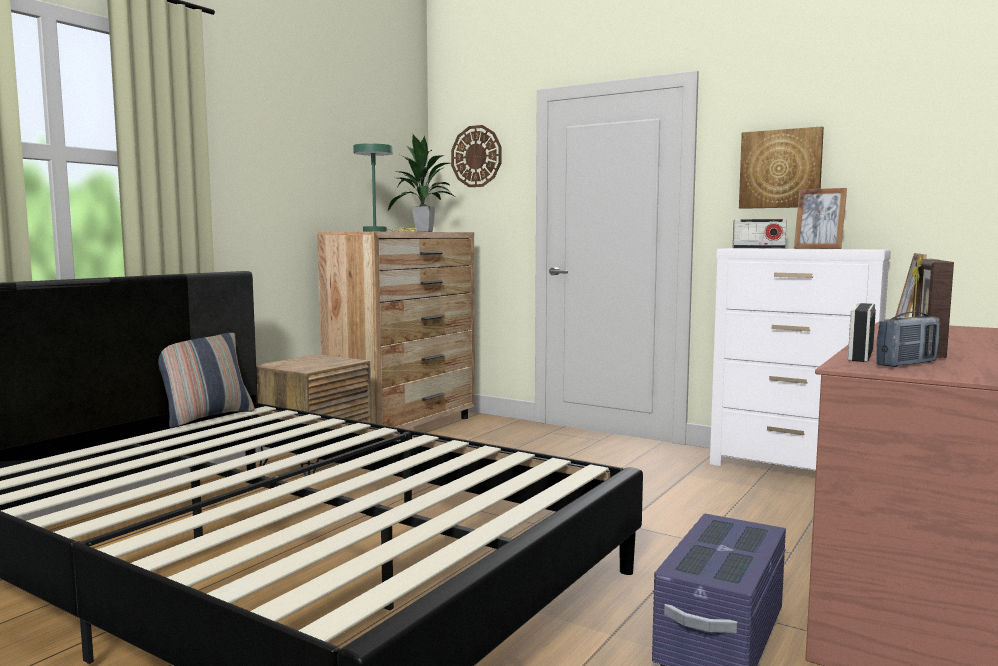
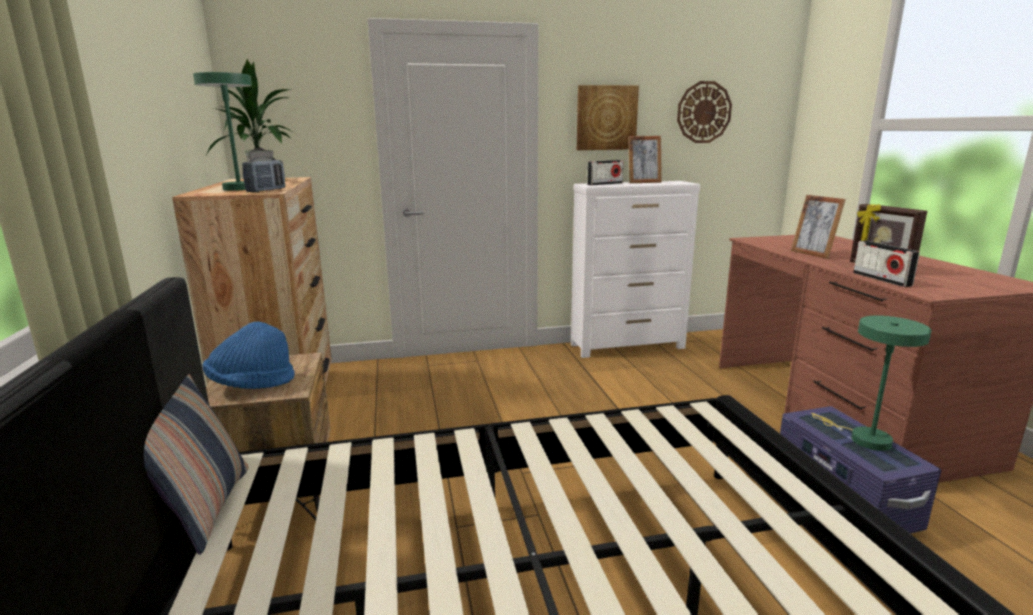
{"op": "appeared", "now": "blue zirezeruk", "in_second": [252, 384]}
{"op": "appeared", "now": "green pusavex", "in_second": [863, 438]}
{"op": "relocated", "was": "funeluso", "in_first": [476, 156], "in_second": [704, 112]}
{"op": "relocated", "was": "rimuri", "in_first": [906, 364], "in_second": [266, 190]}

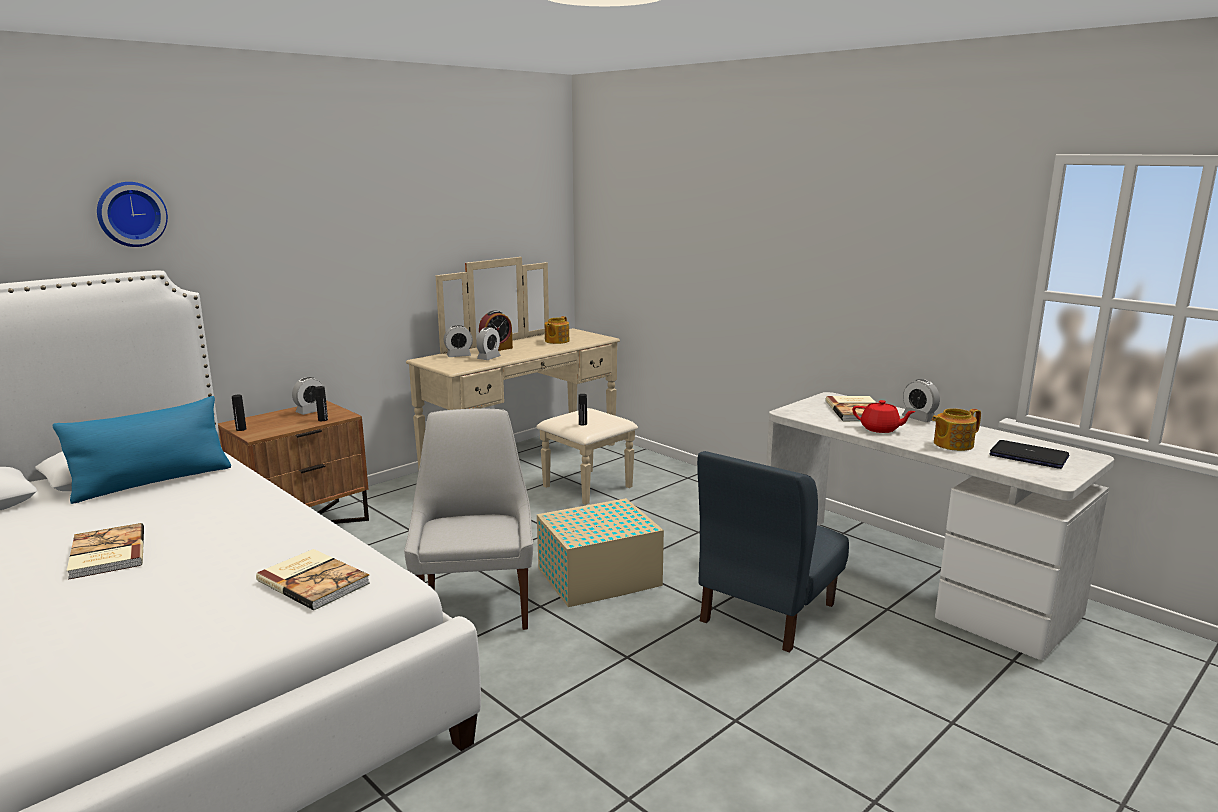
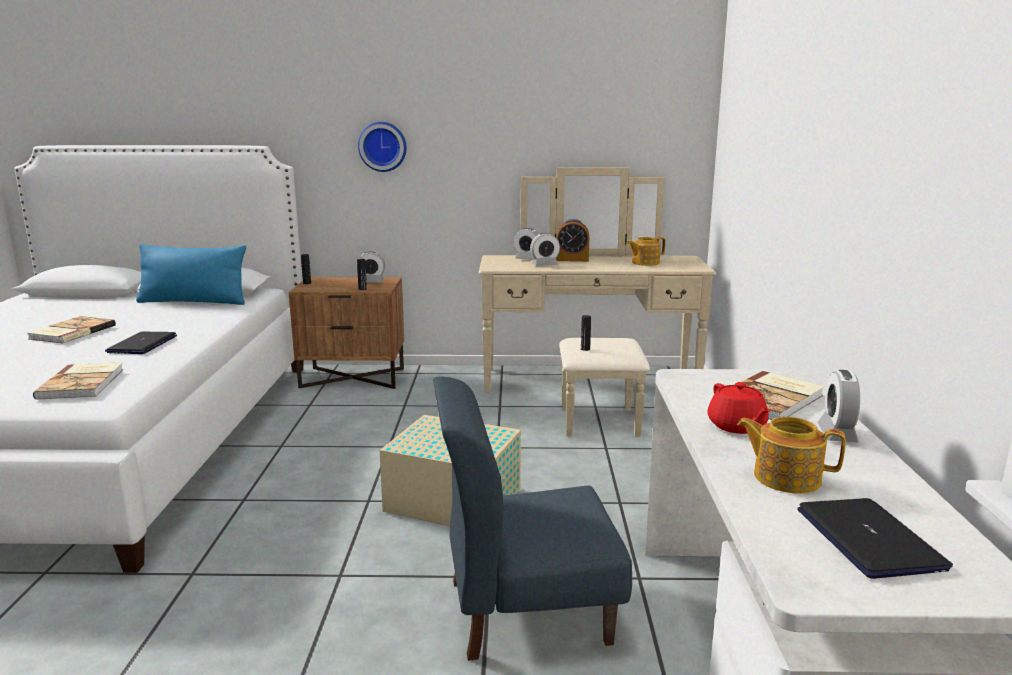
{"op": "missing", "was": "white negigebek", "in_first": [476, 606]}
{"op": "appeared", "now": "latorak", "in_second": [142, 344]}
{"op": "relocated", "was": "funeluso", "in_first": [131, 214], "in_second": [383, 146]}

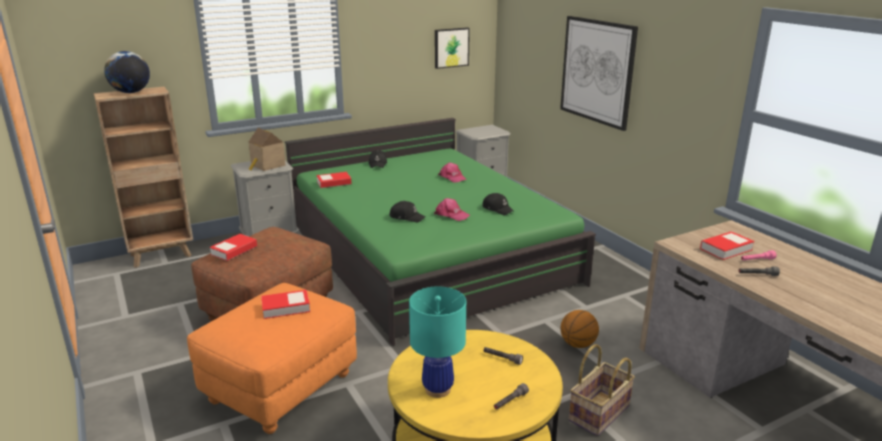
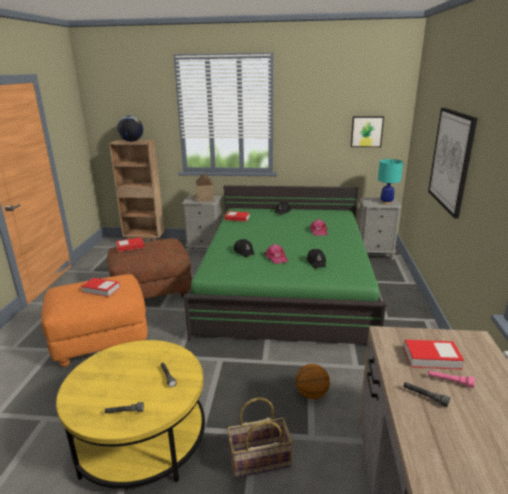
{"op": "relocated", "was": "turquoise pusavex", "in_first": [437, 389], "in_second": [386, 202]}

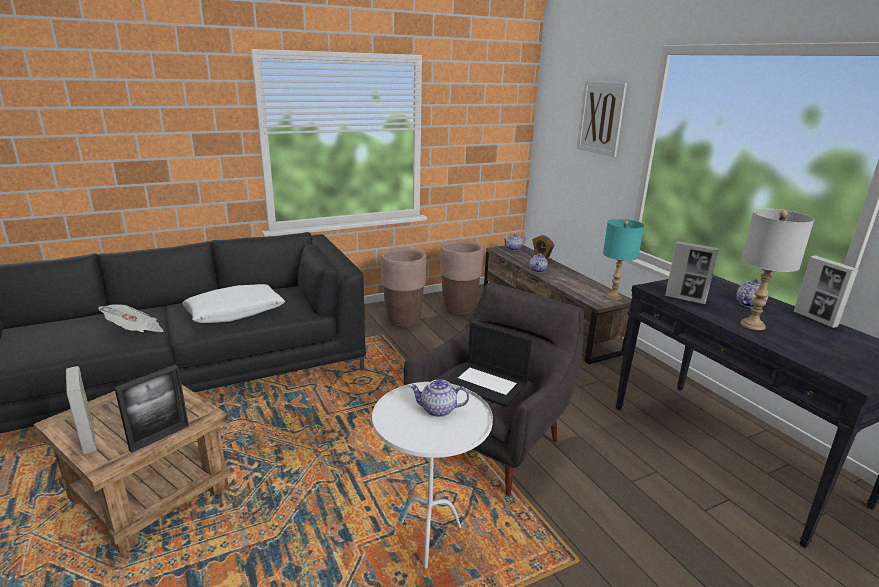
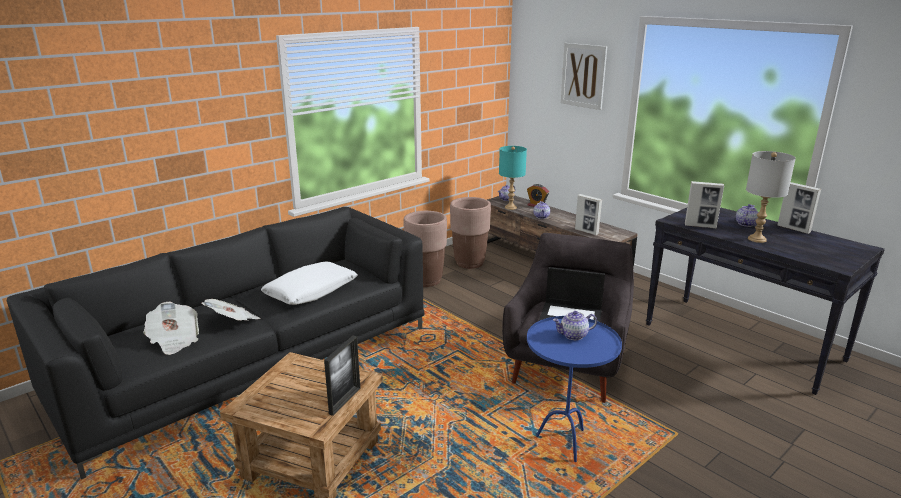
{"op": "appeared", "now": "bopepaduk", "in_second": [174, 340]}
{"op": "relocated", "was": "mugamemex", "in_first": [89, 439], "in_second": [586, 232]}
{"op": "relocated", "was": "turquoise pusavex", "in_first": [613, 297], "in_second": [510, 207]}
{"op": "colour", "was": "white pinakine", "now": "blue pinakine", "in_first": [429, 539], "in_second": [564, 443]}

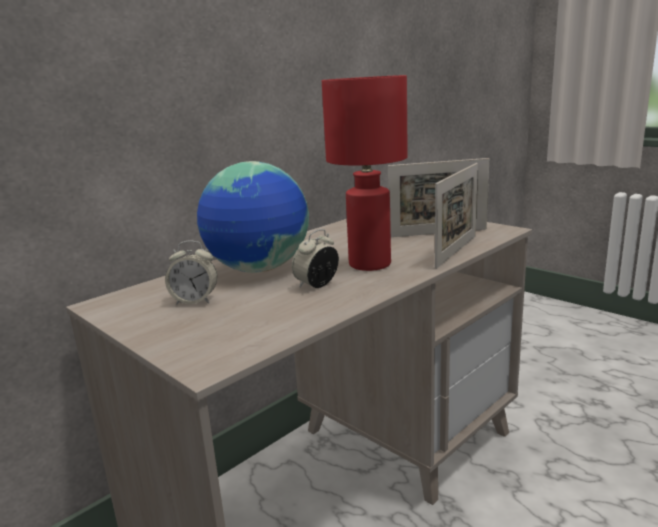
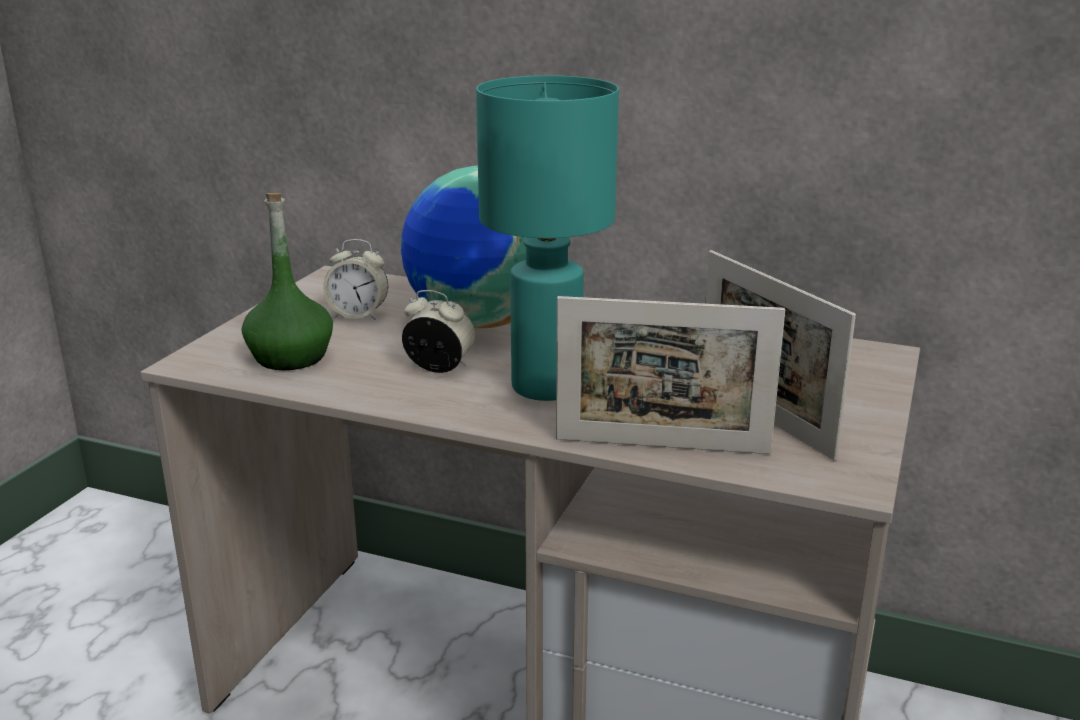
{"op": "appeared", "now": "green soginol", "in_second": [290, 357]}
{"op": "colour", "was": "red pusavex", "now": "turquoise pusavex", "in_first": [370, 264], "in_second": [545, 387]}
{"op": "spun", "was": "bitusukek", "in_first": [195, 301], "in_second": [358, 315], "clockwise": -60}

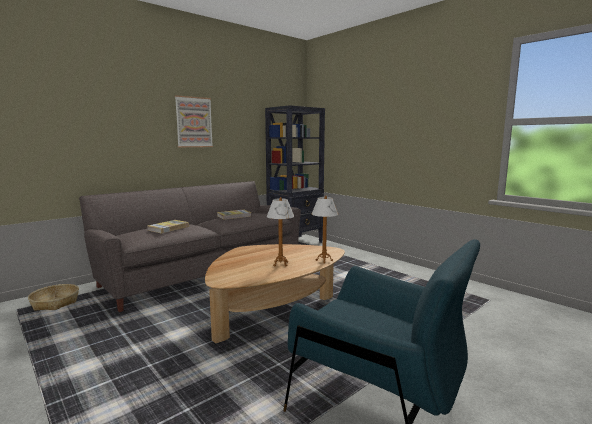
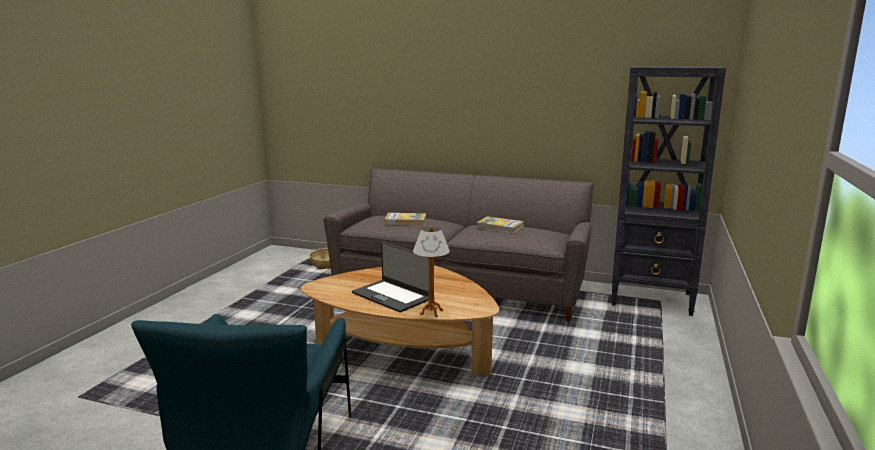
{"op": "missing", "was": "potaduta", "in_first": [194, 122]}
{"op": "exchanged", "was": "pusavex", "now": "latorak", "in_first": [280, 264], "in_second": [392, 296]}

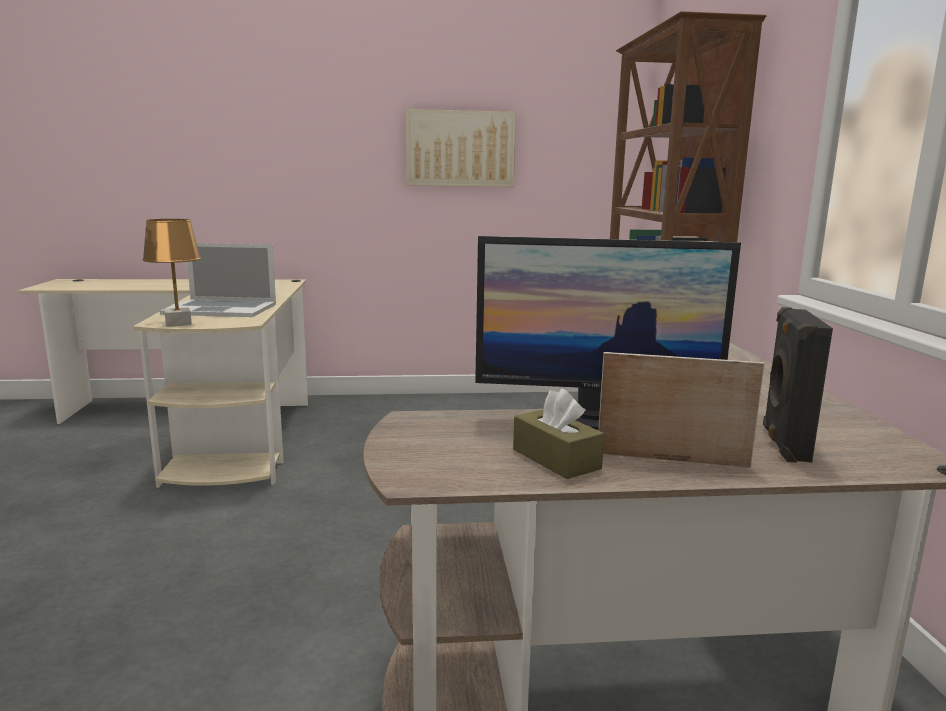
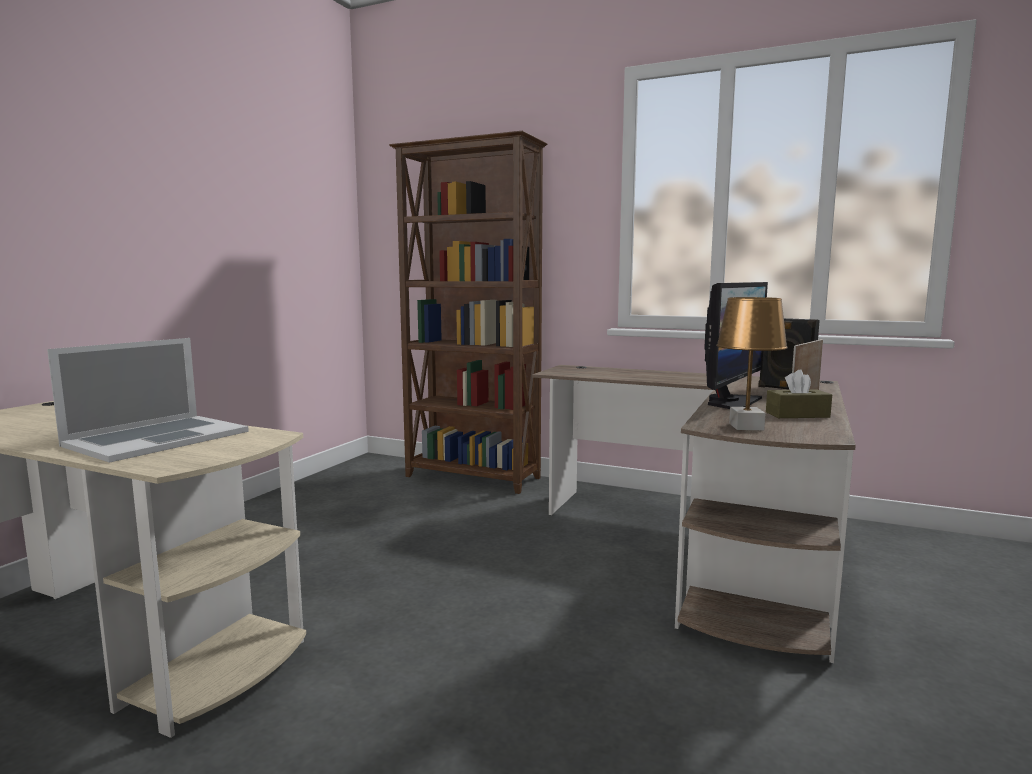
{"op": "missing", "was": "potaduta", "in_first": [460, 149]}
{"op": "relocated", "was": "brown pusavex", "in_first": [178, 323], "in_second": [747, 427]}

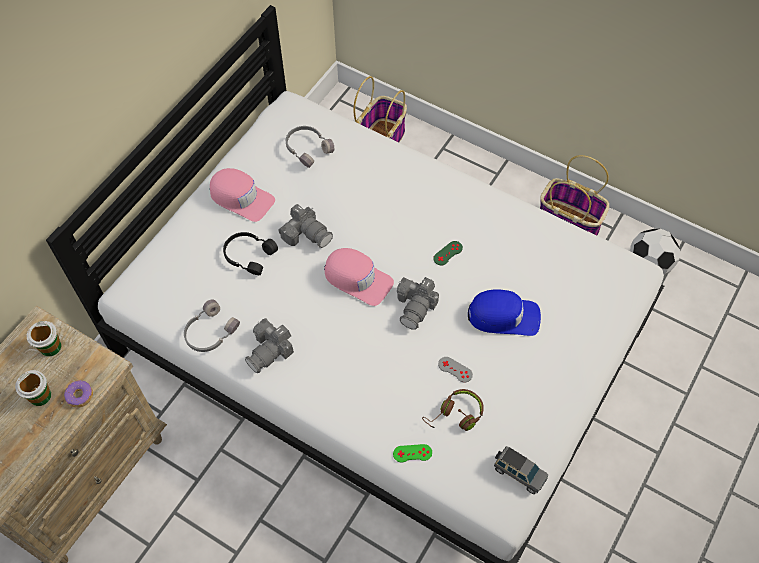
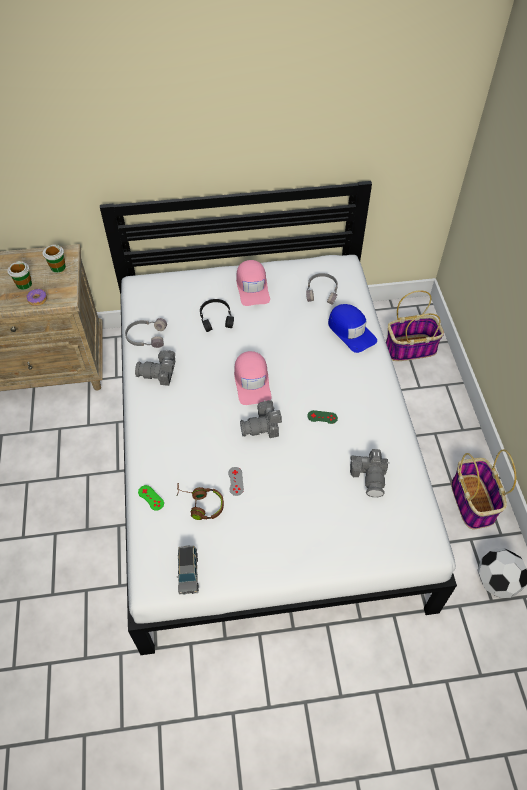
{"op": "relocated", "was": "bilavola", "in_first": [306, 234], "in_second": [370, 477]}
{"op": "relocated", "was": "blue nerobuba", "in_first": [504, 316], "in_second": [351, 331]}

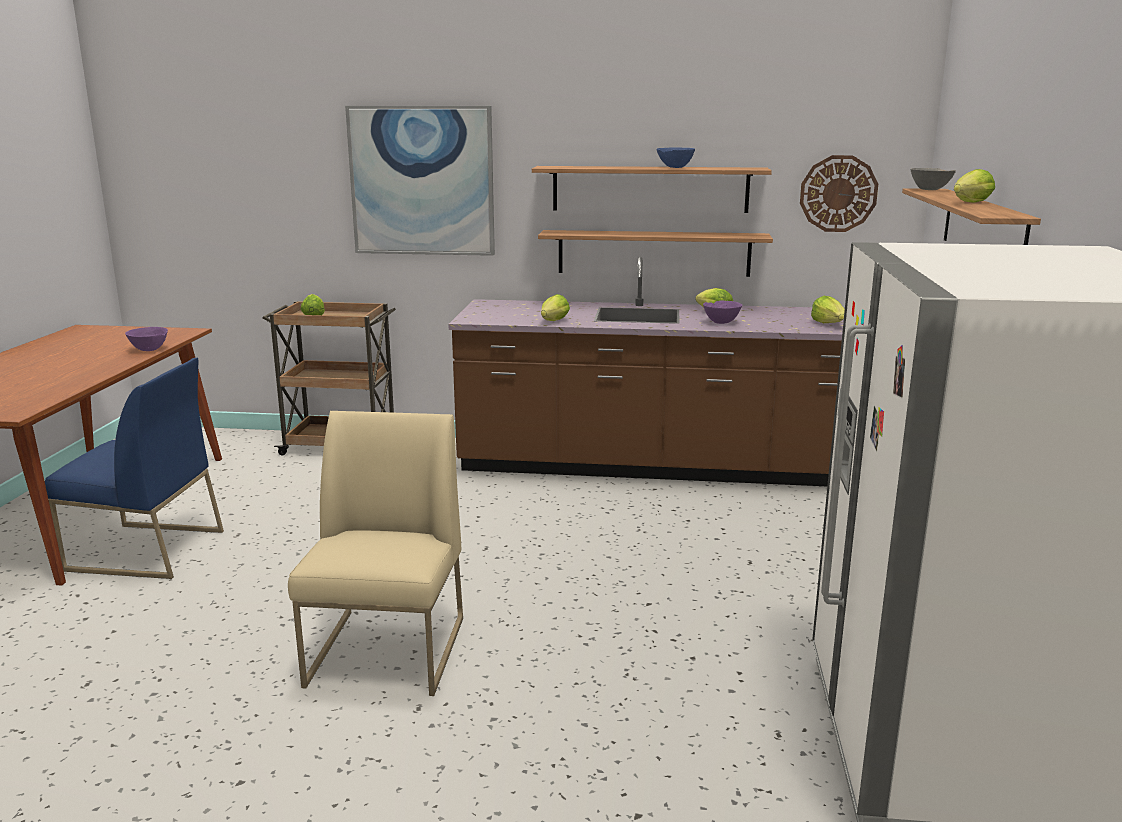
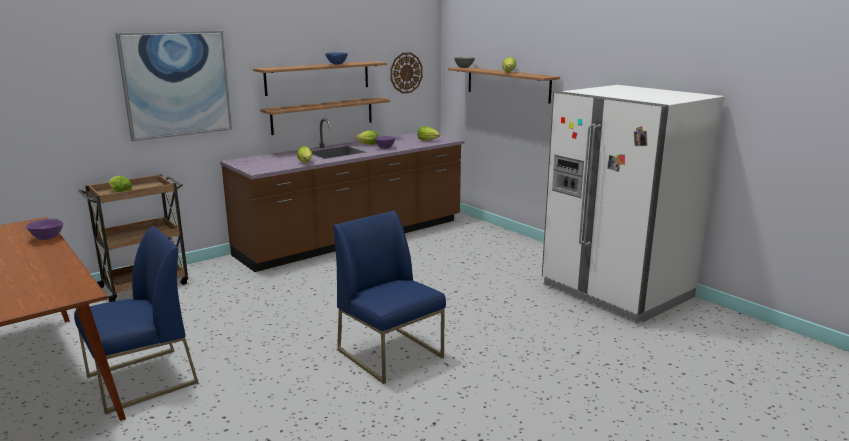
{"op": "colour", "was": "beige negigebek", "now": "blue negigebek", "in_first": [388, 652], "in_second": [391, 354]}

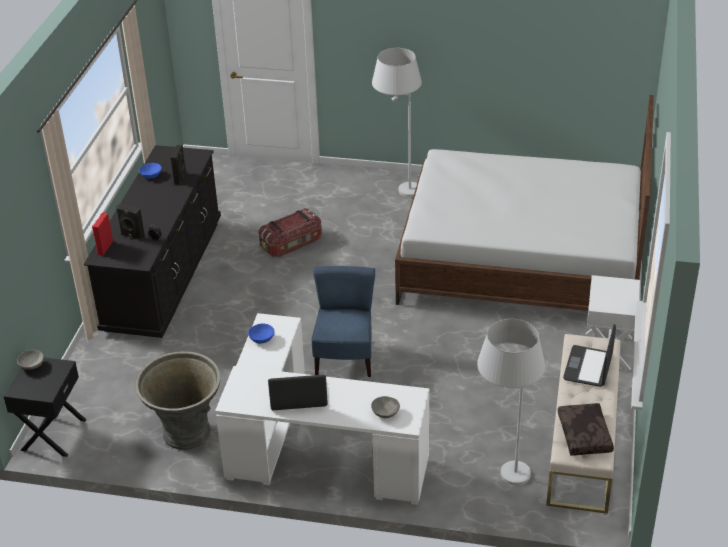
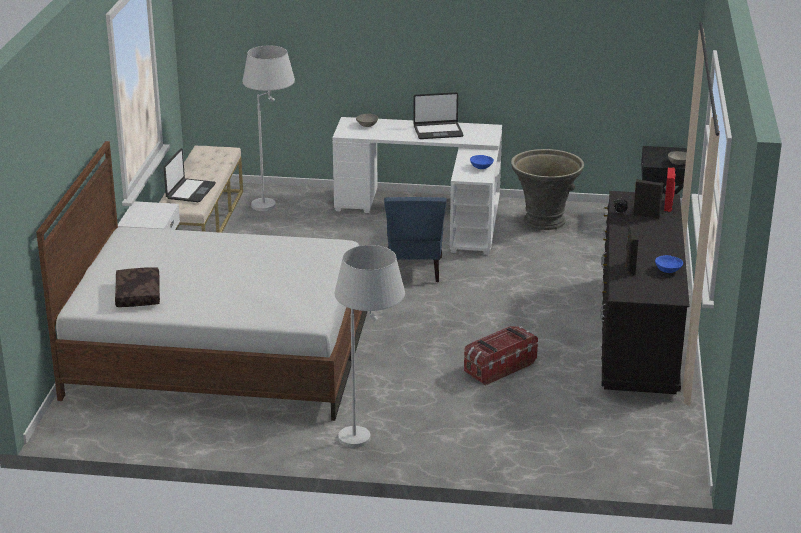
{"op": "relocated", "was": "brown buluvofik", "in_first": [585, 435], "in_second": [137, 294]}

